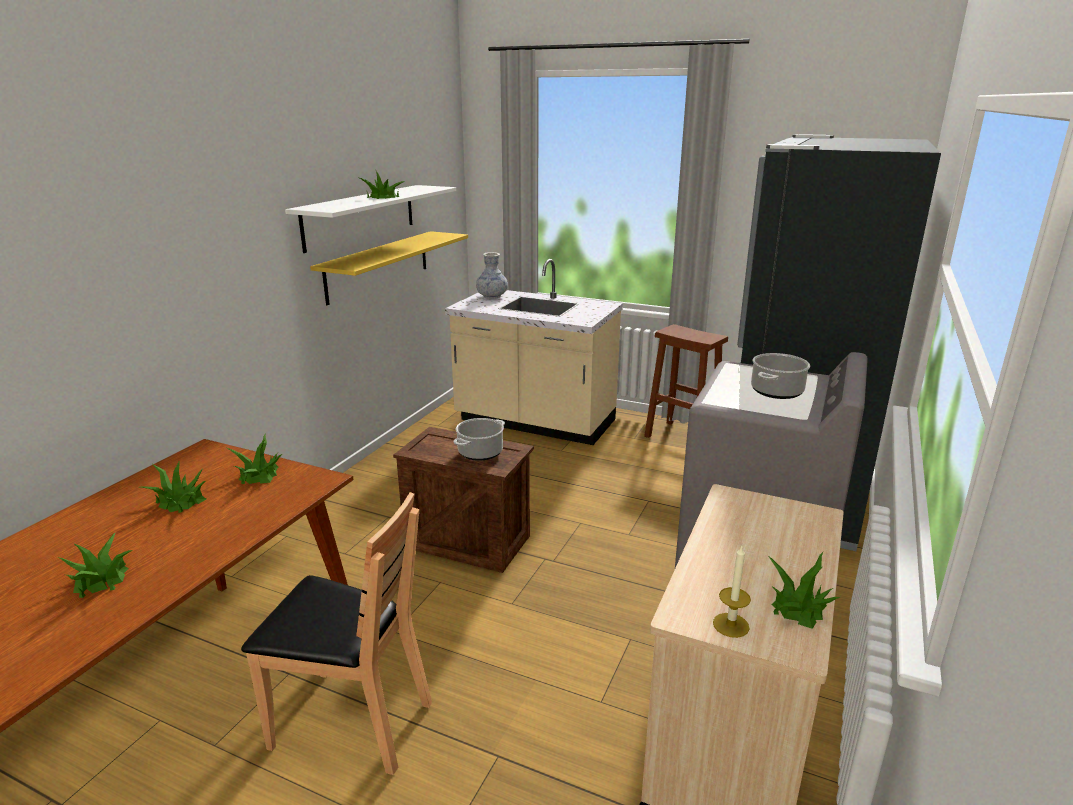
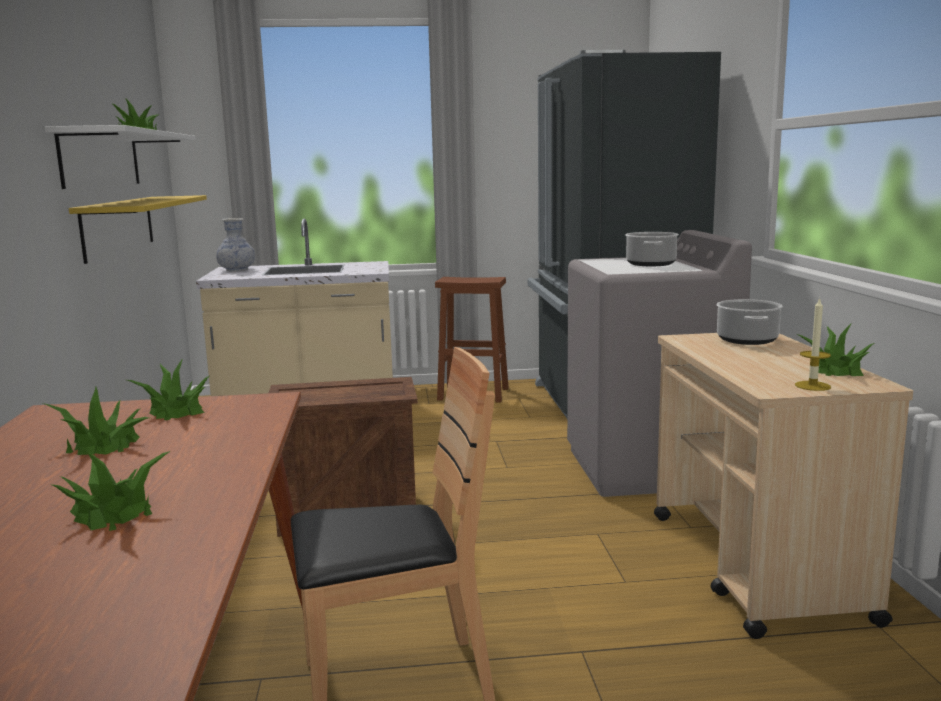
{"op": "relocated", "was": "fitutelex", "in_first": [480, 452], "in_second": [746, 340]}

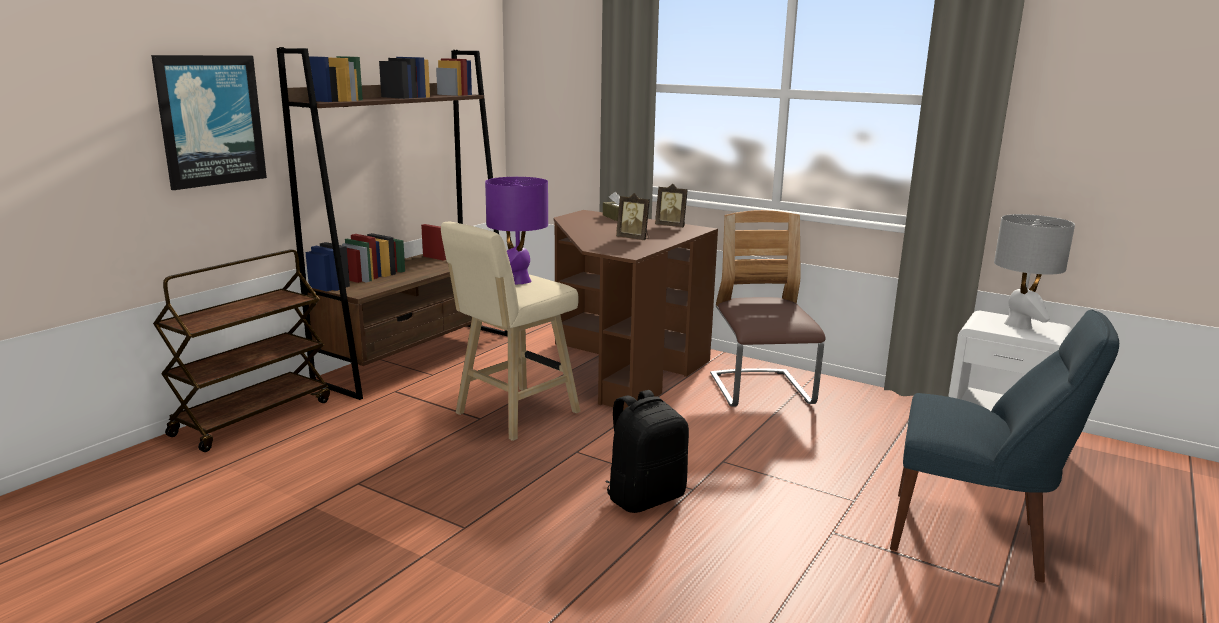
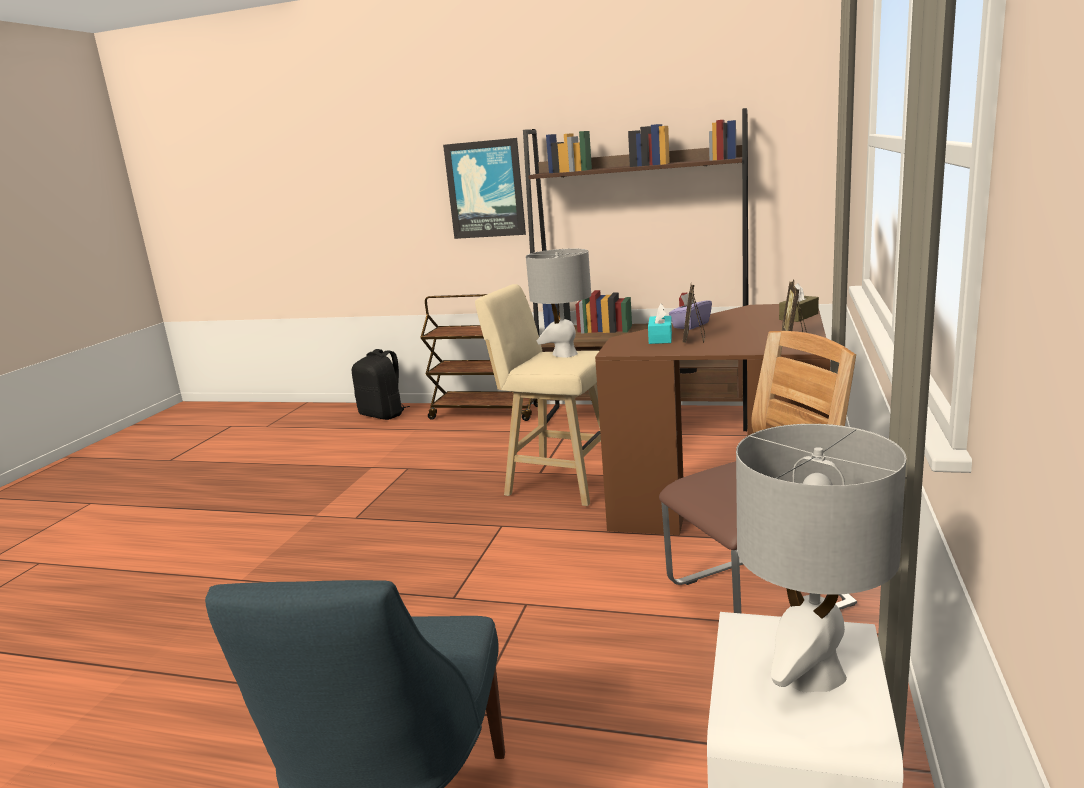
{"op": "appeared", "now": "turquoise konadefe", "in_second": [660, 338]}
{"op": "appeared", "now": "purple konadefe", "in_second": [690, 325]}
{"op": "relocated", "was": "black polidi", "in_first": [645, 497], "in_second": [383, 415]}
{"op": "colour", "was": "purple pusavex", "now": "grey pusavex", "in_first": [518, 281], "in_second": [565, 354]}

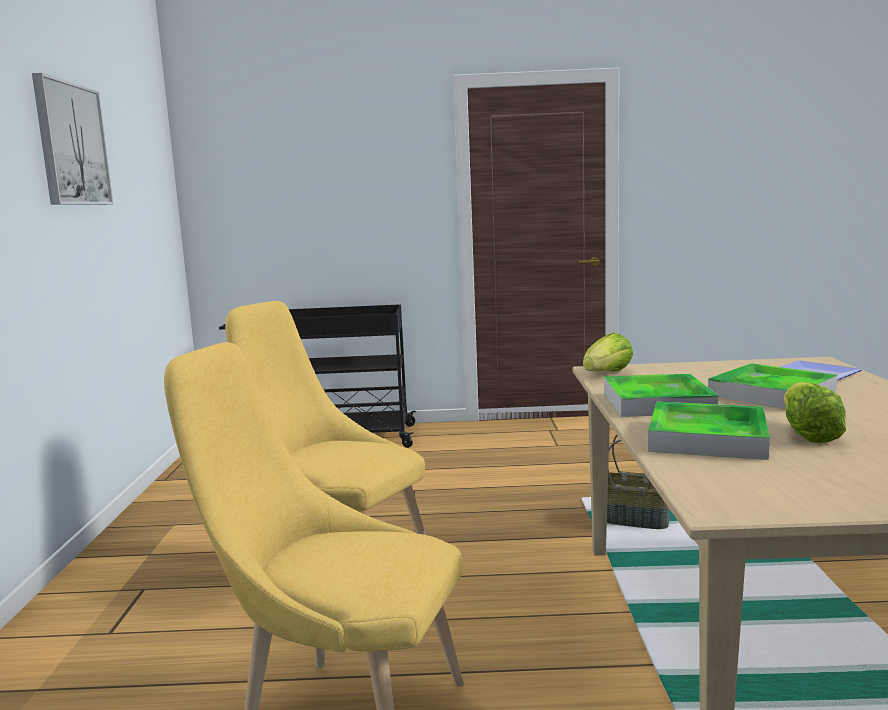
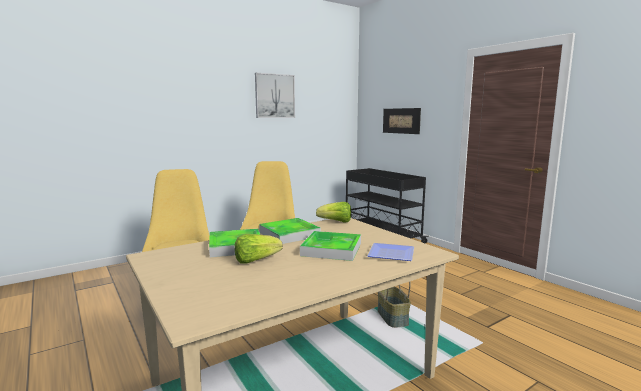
{"op": "appeared", "now": "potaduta", "in_second": [401, 121]}

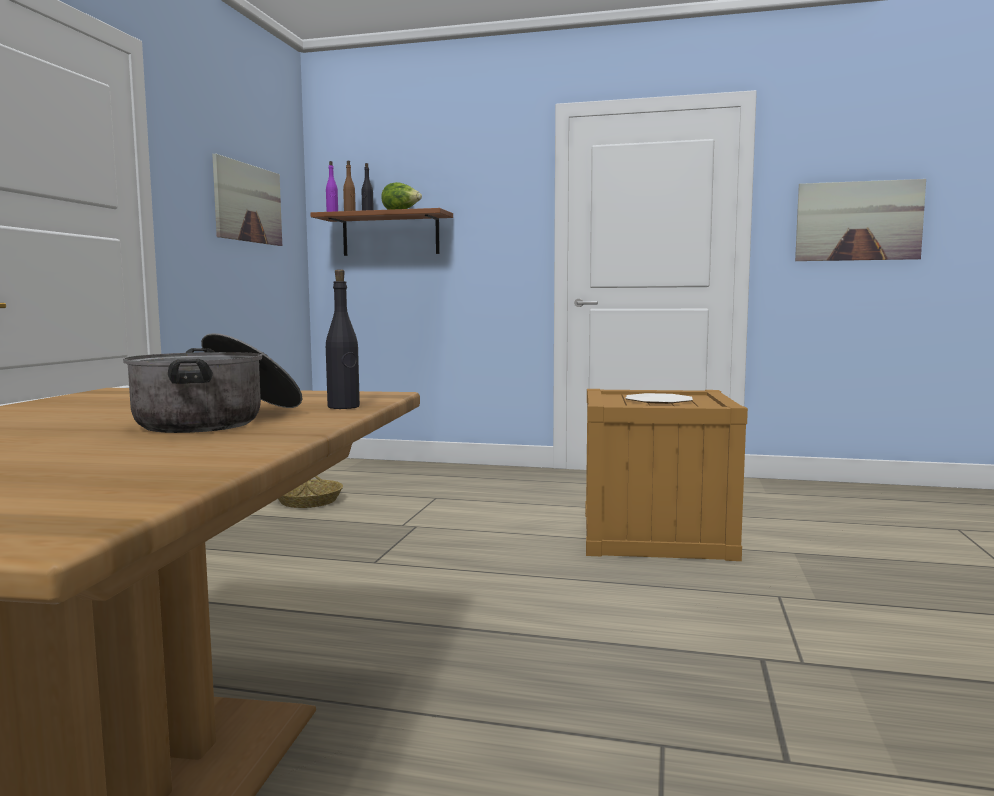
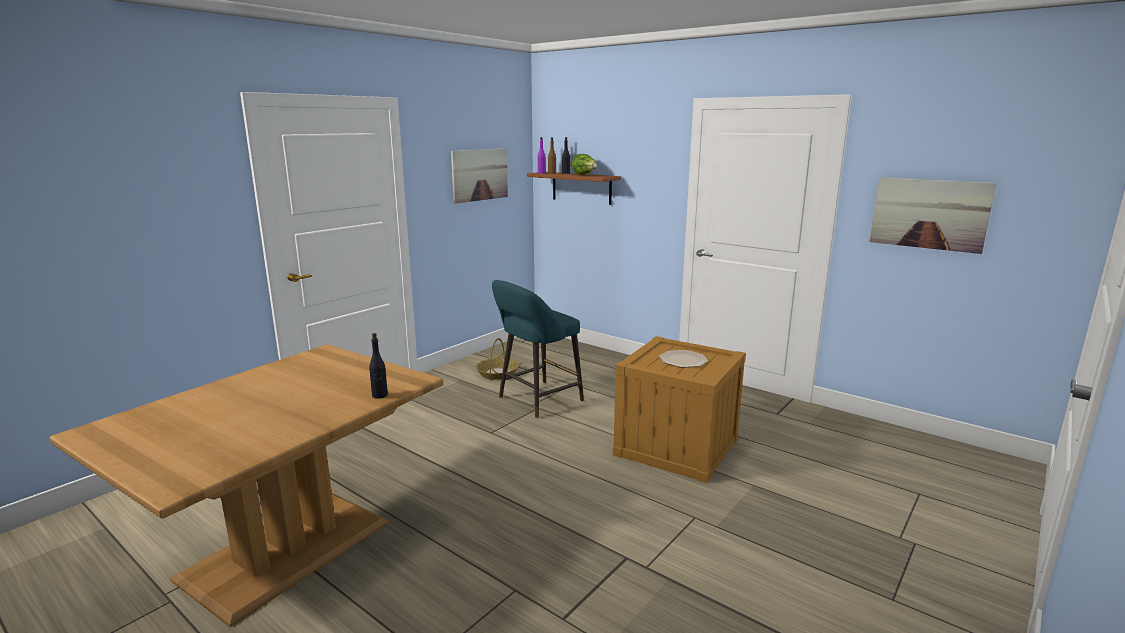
{"op": "missing", "was": "fitutelex", "in_first": [220, 420]}
{"op": "appeared", "now": "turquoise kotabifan", "in_second": [537, 400]}

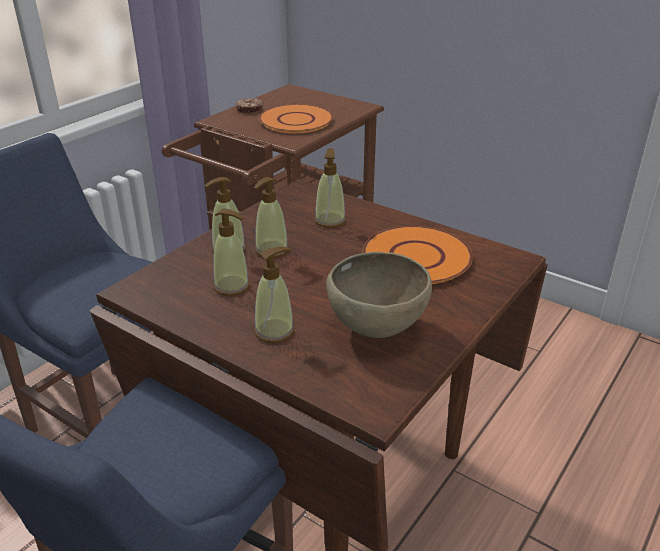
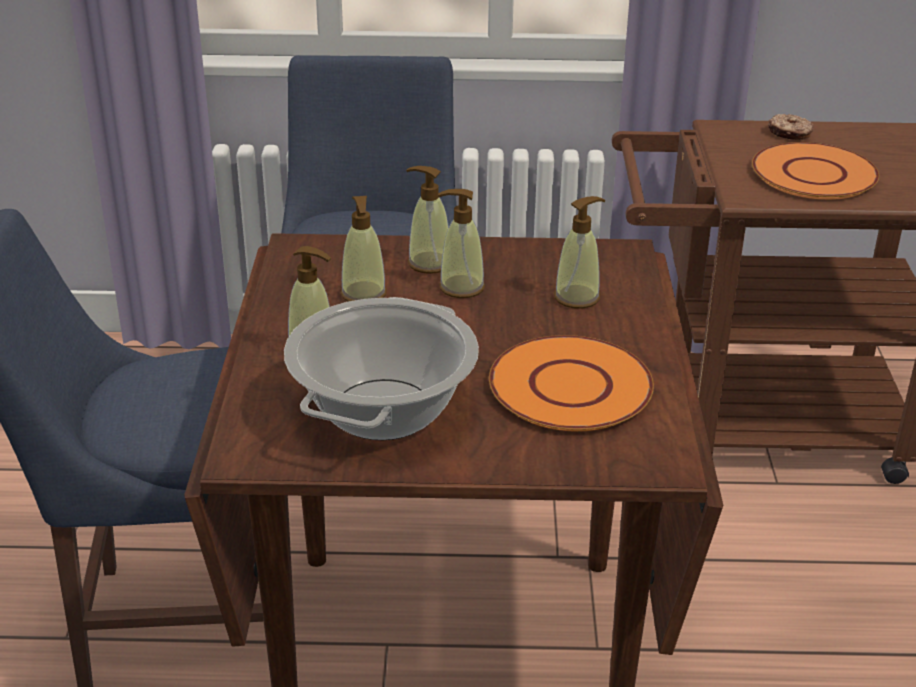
{"op": "exchanged", "was": "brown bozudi", "now": "fitutelex", "in_first": [377, 329], "in_second": [383, 411]}

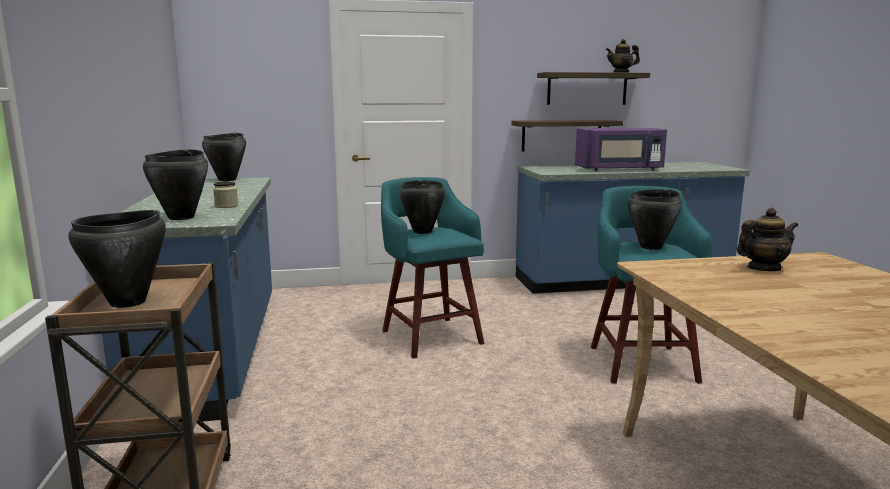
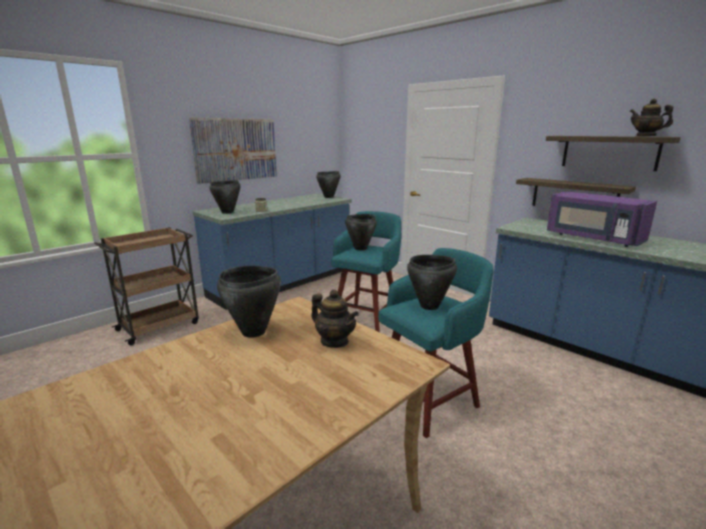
{"op": "appeared", "now": "potaduta", "in_second": [236, 149]}
{"op": "relocated", "was": "black fitutelex", "in_first": [128, 302], "in_second": [254, 332]}

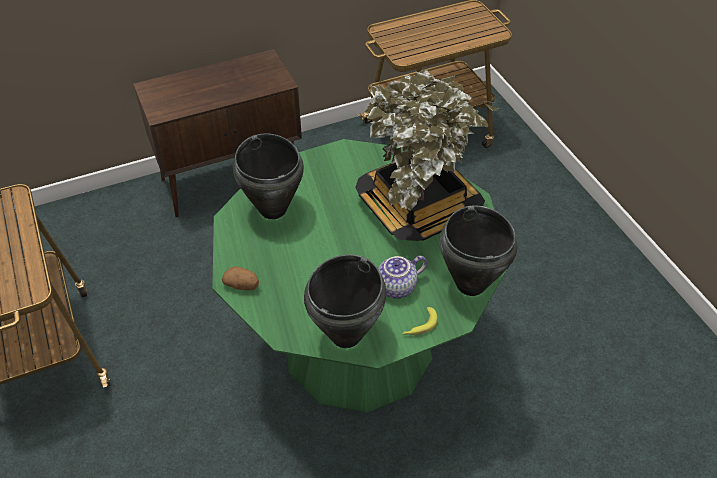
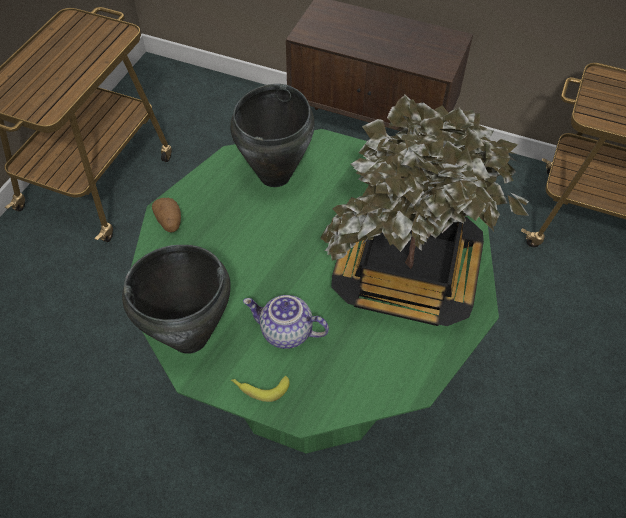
{"op": "missing", "was": "black fitutelex", "in_first": [470, 285]}

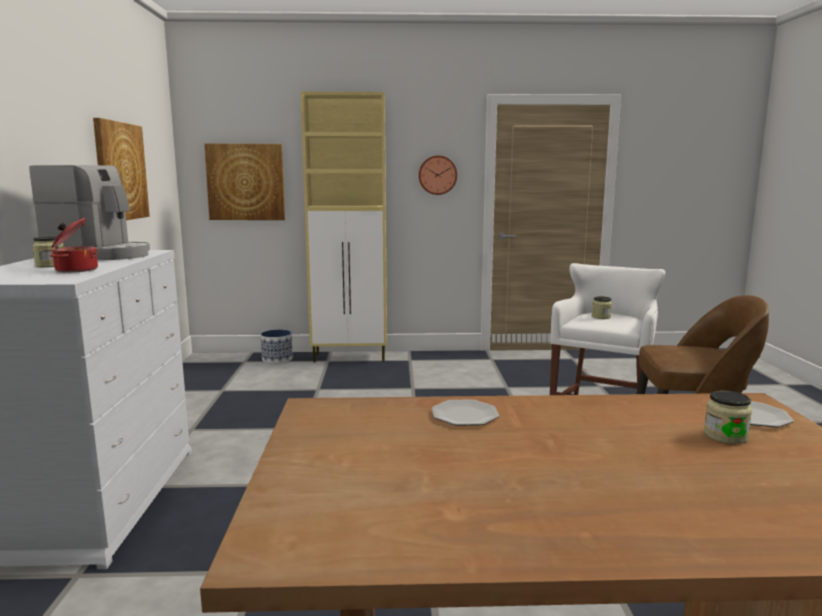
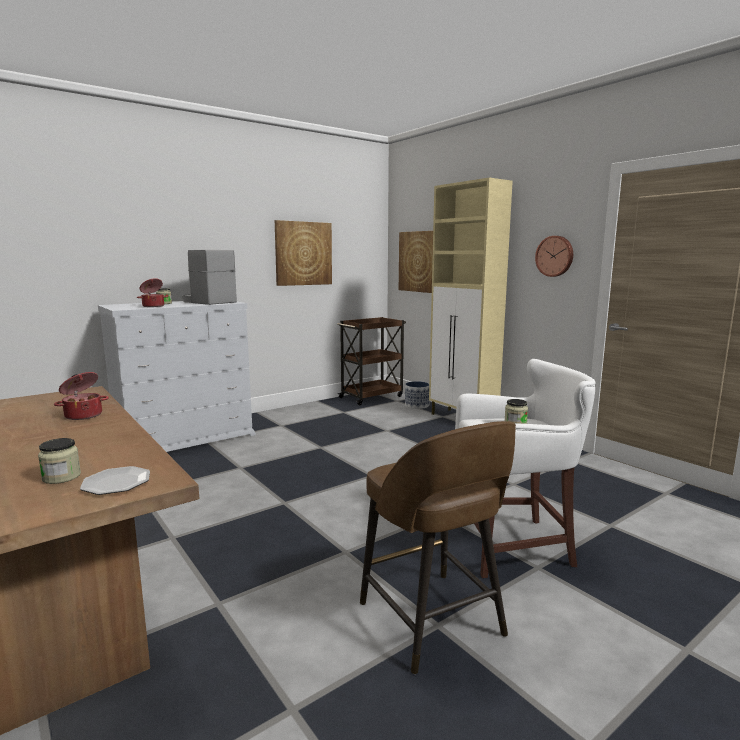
{"op": "appeared", "now": "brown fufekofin", "in_second": [372, 397]}
{"op": "exchanged", "was": "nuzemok", "now": "fitutelex", "in_first": [464, 415], "in_second": [83, 415]}
{"op": "spun", "was": "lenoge", "in_first": [100, 255], "in_second": [207, 302], "clockwise": 150}

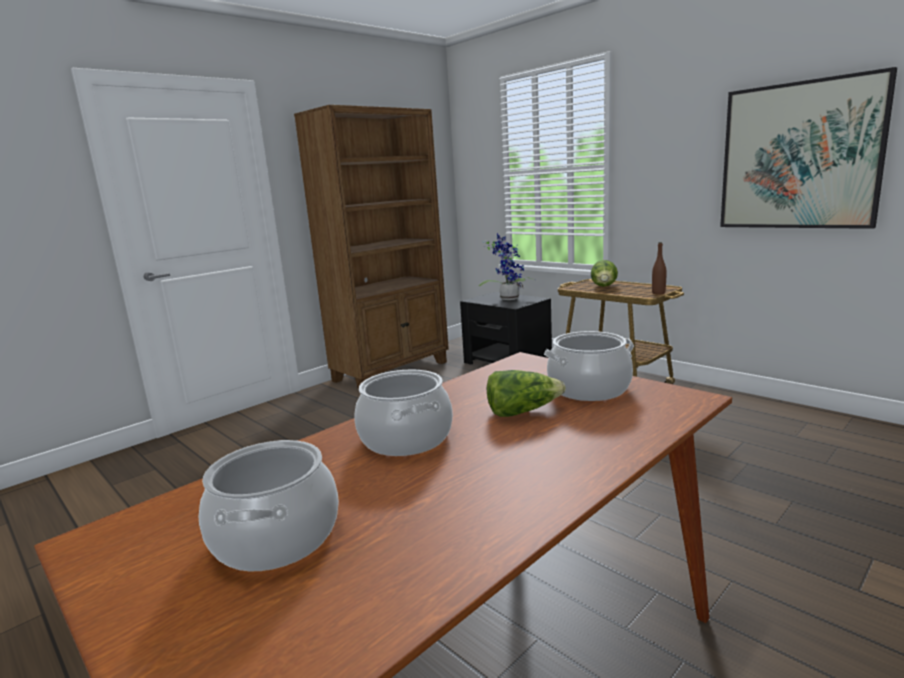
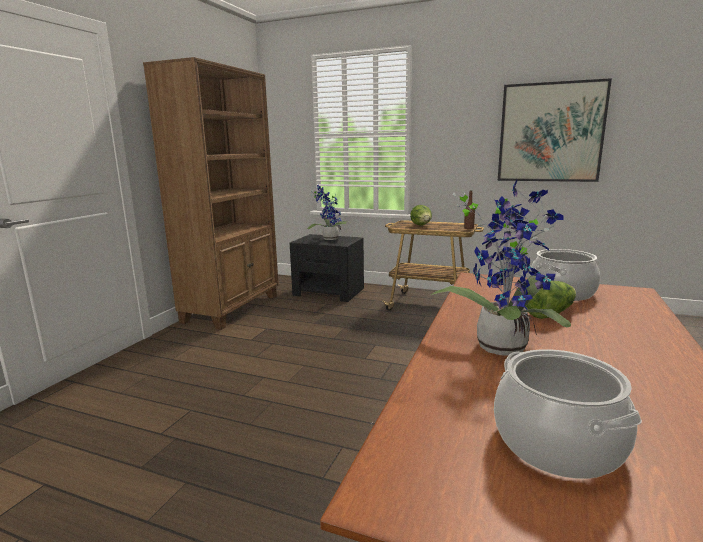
{"op": "exchanged", "was": "fitutelex", "now": "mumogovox", "in_first": [406, 438], "in_second": [503, 344]}

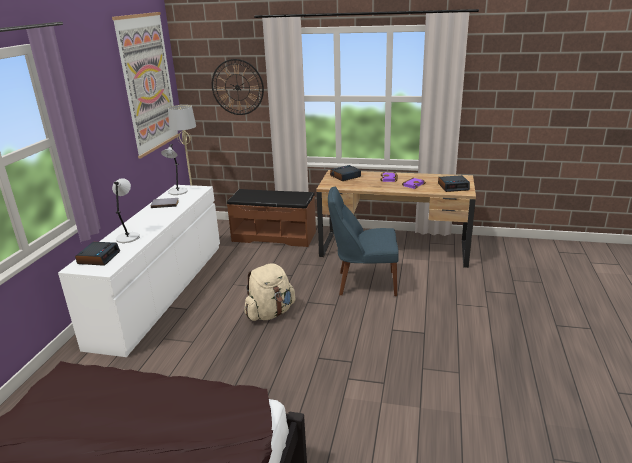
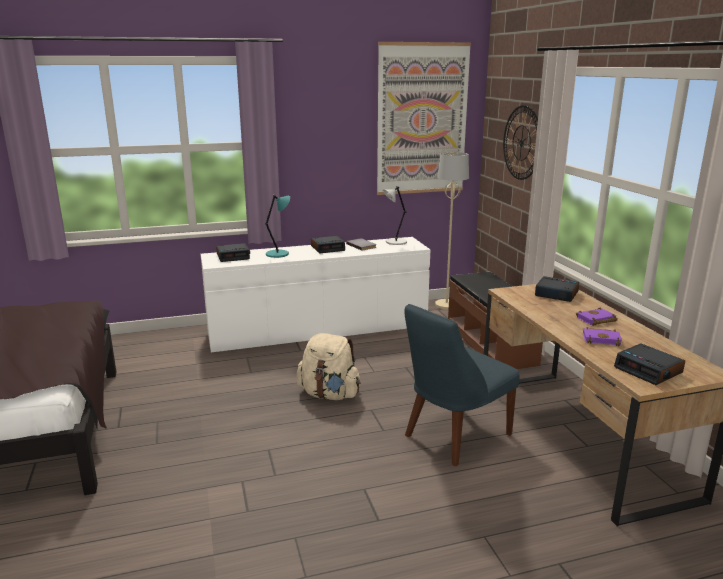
{"op": "appeared", "now": "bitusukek", "in_second": [328, 248]}
{"op": "colour", "was": "grey pusavex", "now": "turquoise pusavex", "in_first": [128, 237], "in_second": [278, 254]}
{"op": "spun", "was": "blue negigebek", "in_first": [363, 283], "in_second": [453, 436], "clockwise": -105}

